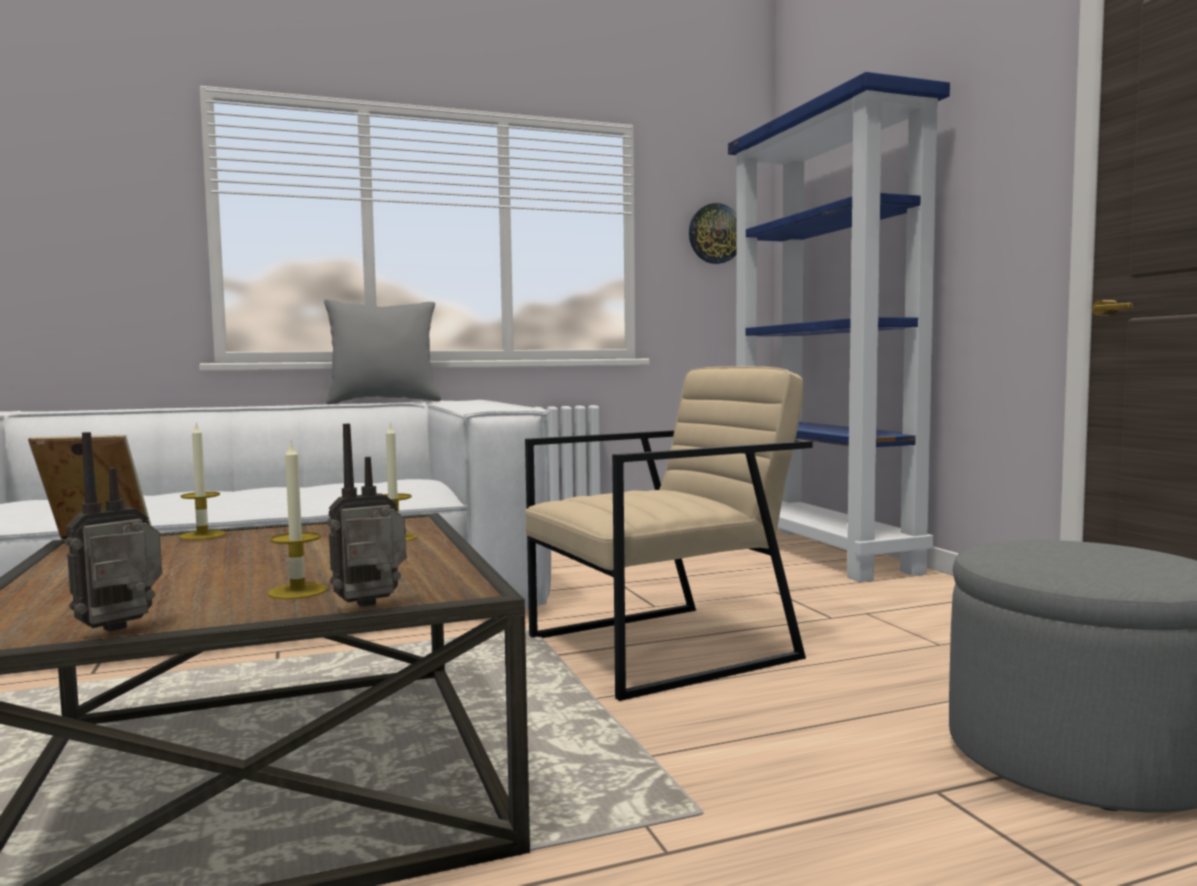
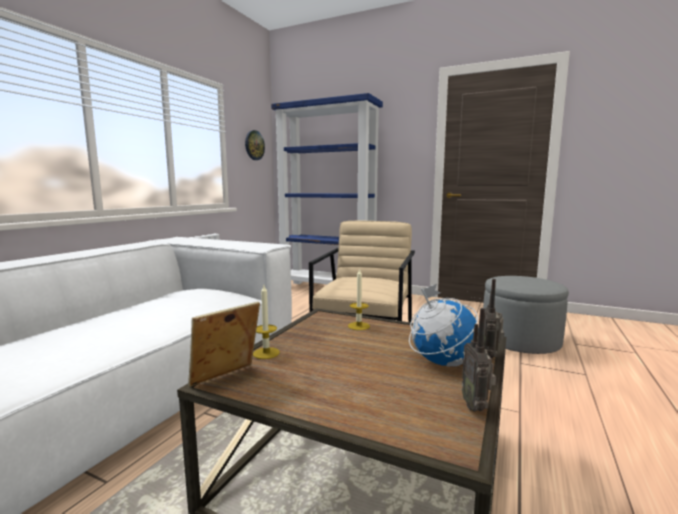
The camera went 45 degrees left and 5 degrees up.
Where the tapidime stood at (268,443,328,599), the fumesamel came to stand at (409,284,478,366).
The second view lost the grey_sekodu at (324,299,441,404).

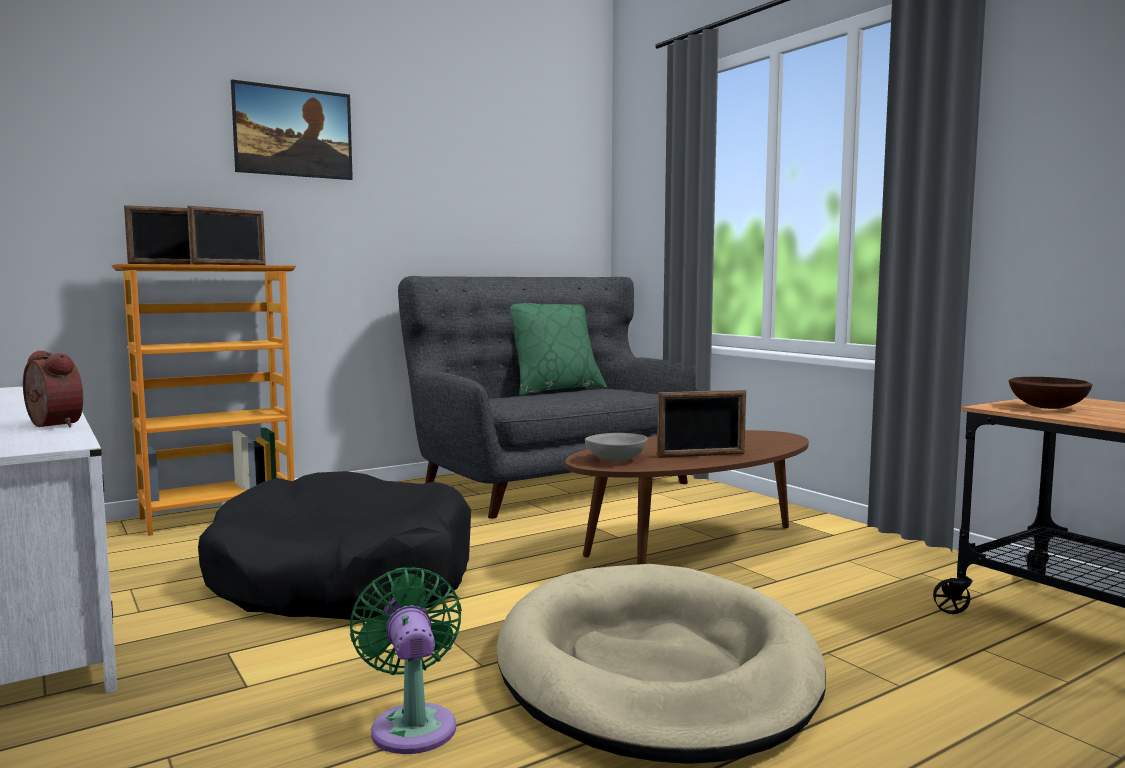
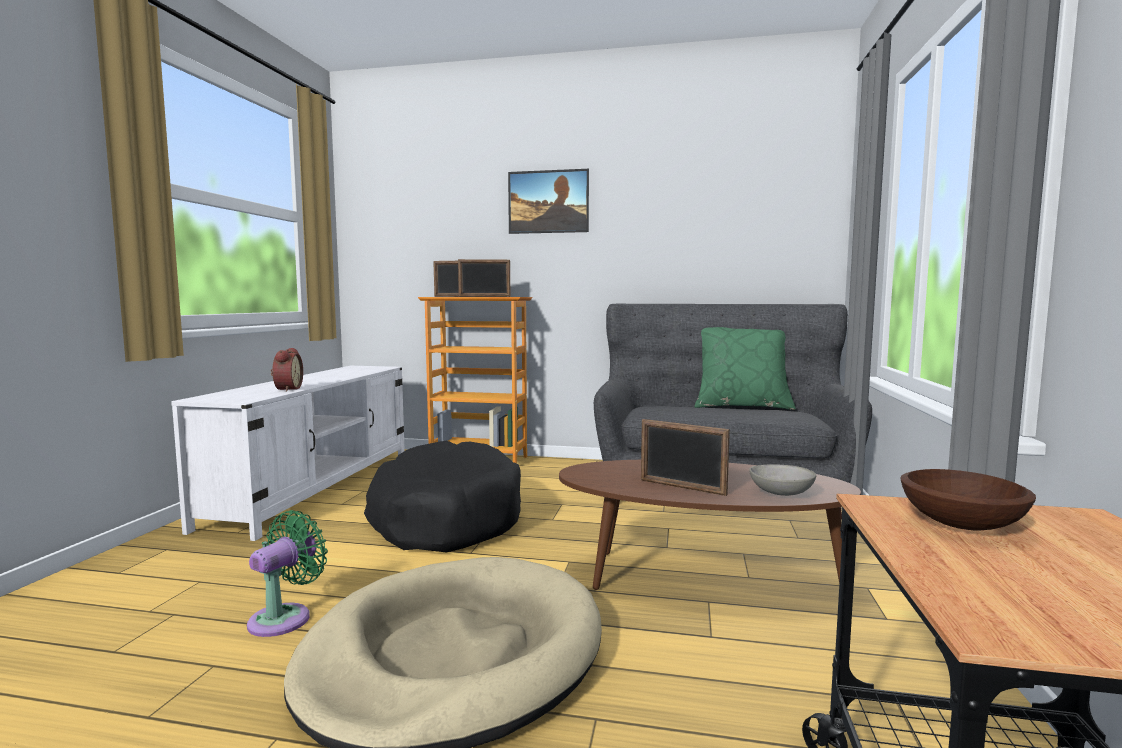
The camera went 45 degrees right and 0 degrees up.
The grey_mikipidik ended up elsewhere, having gone from (585,433,647,461) to (749,464,816,496).

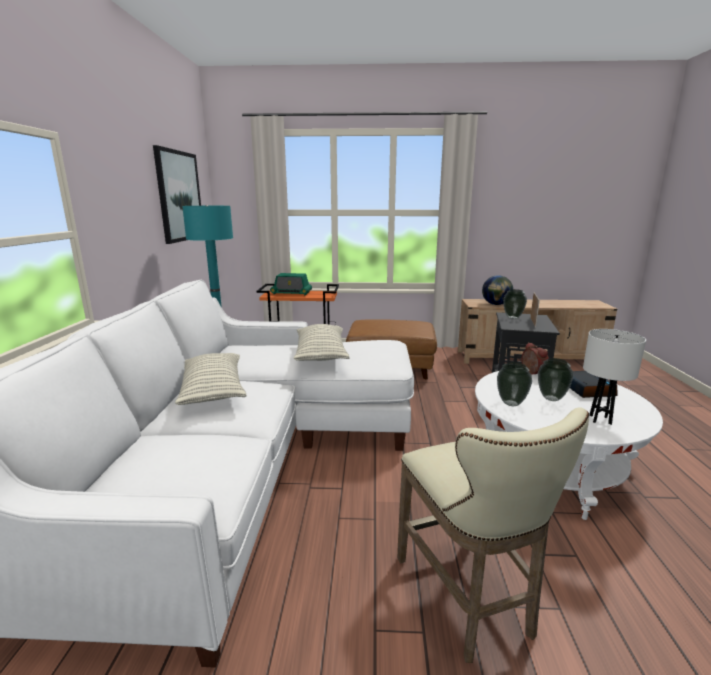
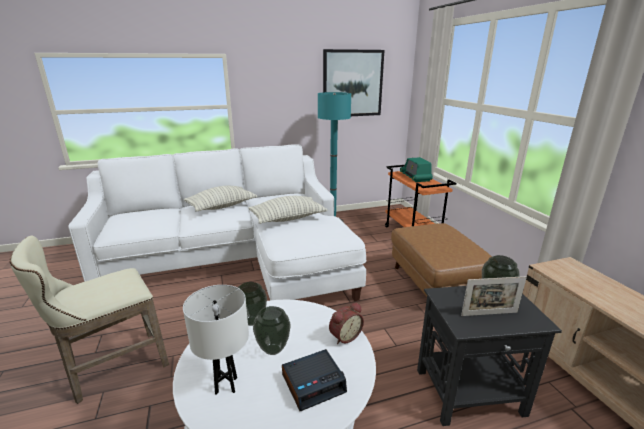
The camera went 70 degrees right and 5 degrees up.
The second view lost the fumesamel at (482,275,513,305).

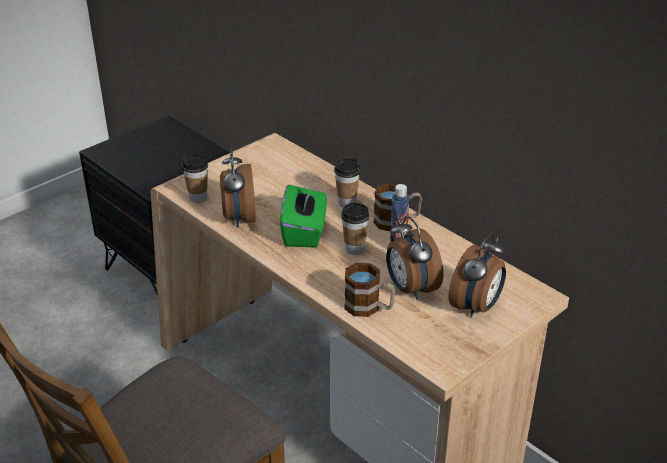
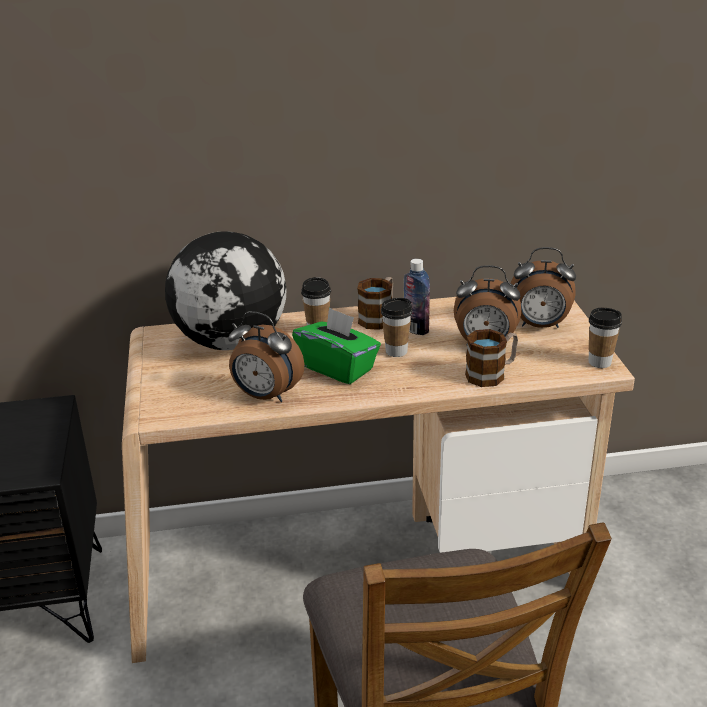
The camera went 55 degrees left and 5 degrees down.
The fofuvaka ended up elsewhere, having gone from (182,154,208,203) to (589,308,622,368).
The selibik at (449,233,506,318) ended up facing another way, 120 degrees clockwise from before.
The second view gained the fumesamel at (165,231,287,350).

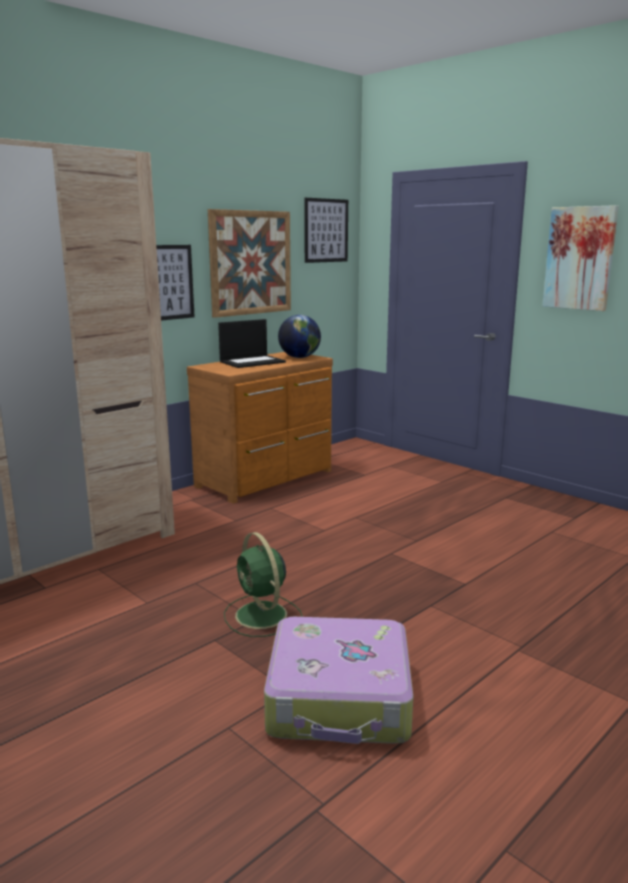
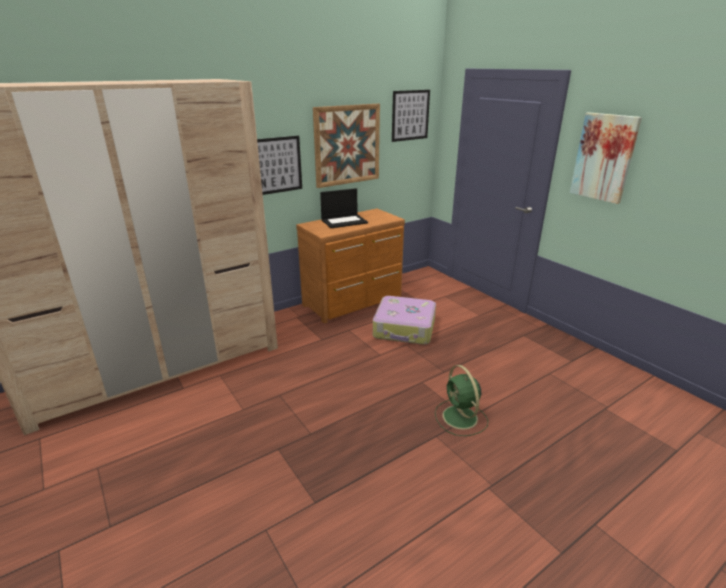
The camera went 10 degrees right and 10 degrees up.
The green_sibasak ended up elsewhere, having gone from (224,532,302,637) to (435,365,488,436).
The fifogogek ended up elsewhere, having gone from (264,617,413,744) to (373,296,436,345).
The second view lost the fumesamel at (278,315,321,358).

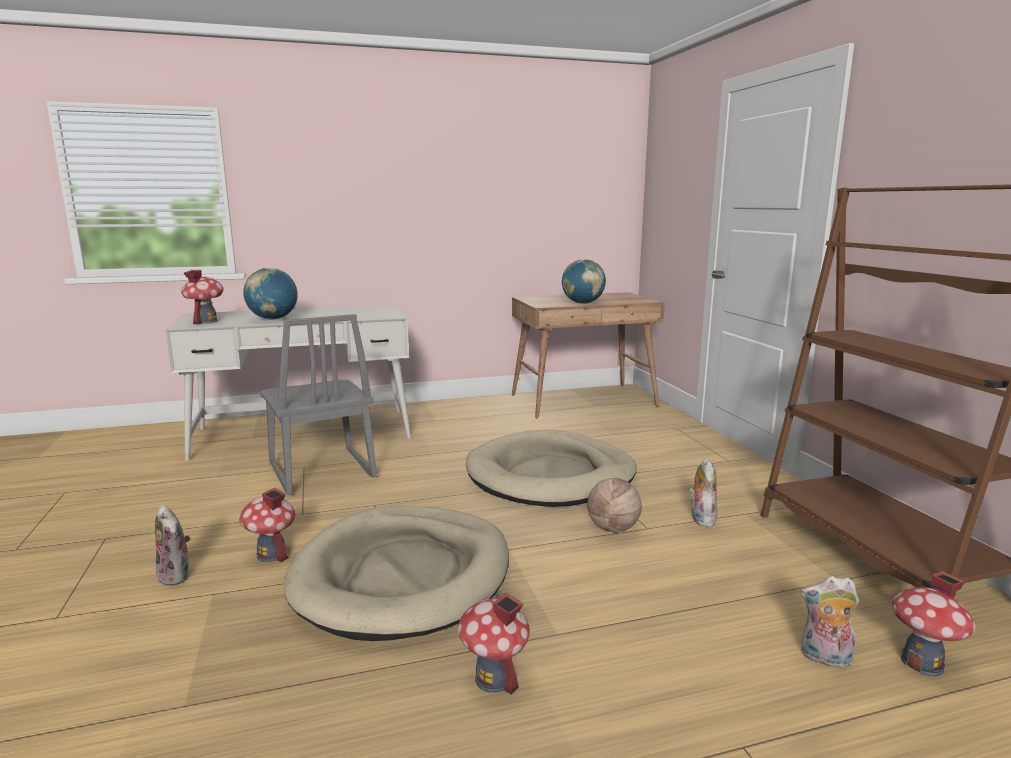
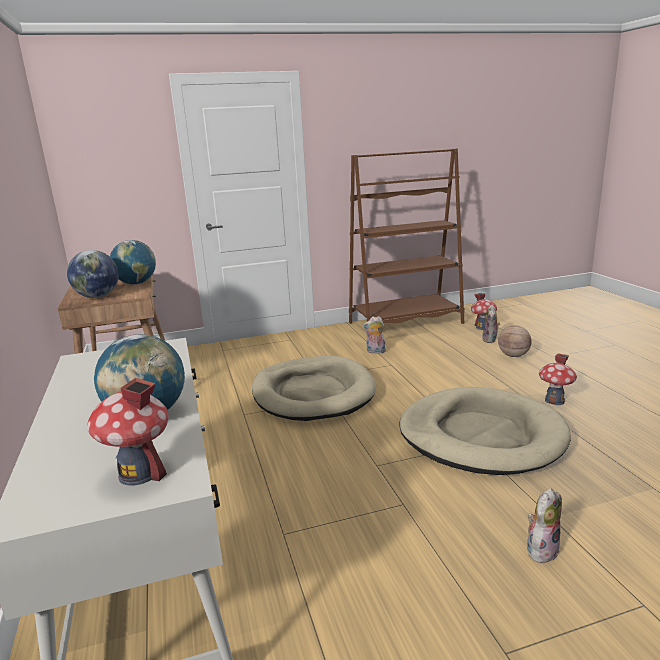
The camera went 90 degrees left and 5 degrees up.
The second view lost the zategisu at (239,488,295,562).
The second view lost the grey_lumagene at (260,314,377,495).
The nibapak ended up elsewhere, having gone from (587,478,642,532) to (498,325,532,357).
The second view gained the fumesamel at (67,250,119,298).

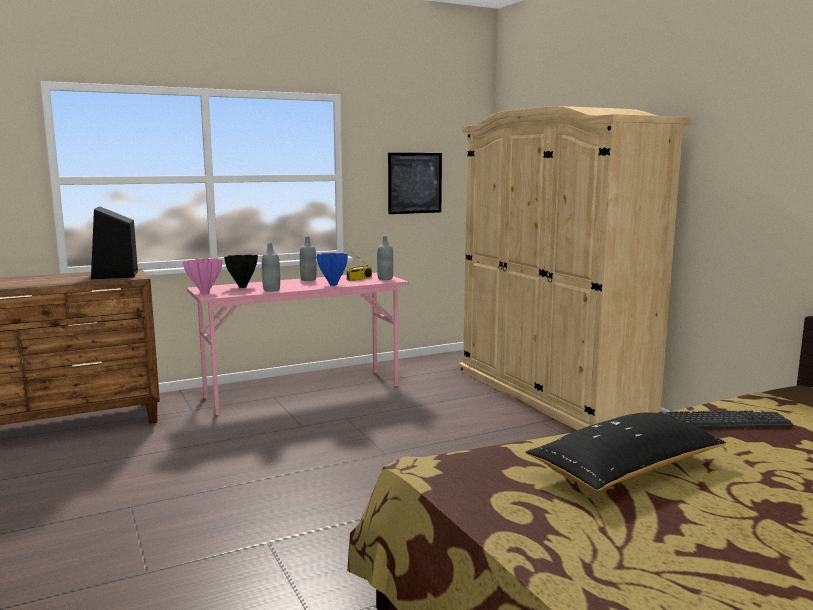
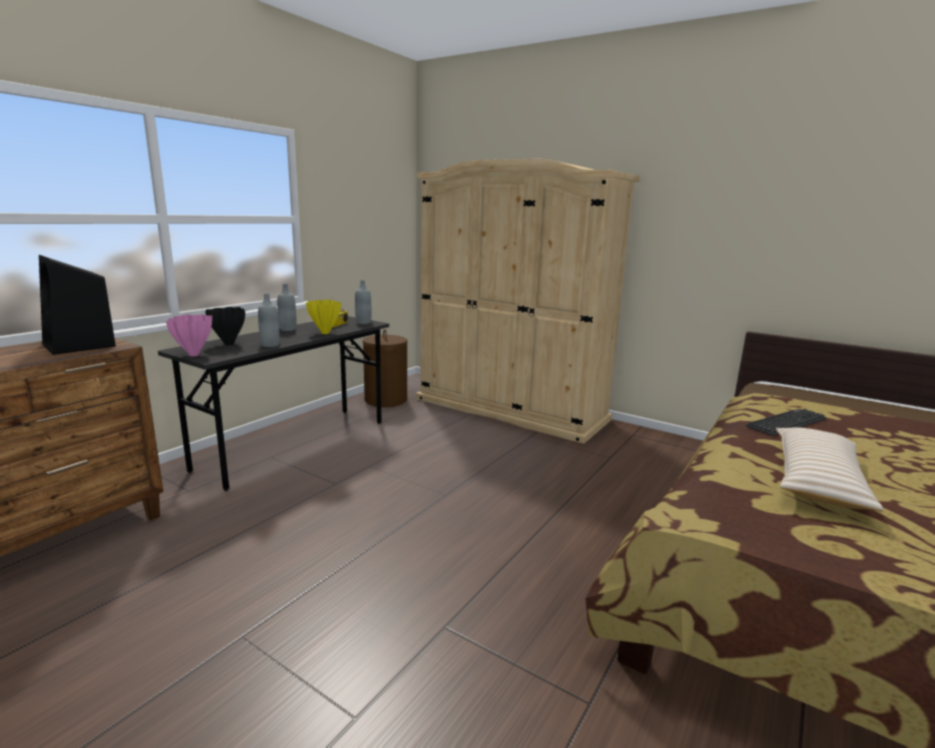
The camera went 30 degrees left and 5 degrees up.
What was the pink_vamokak at (187,273,409,415) turned into the grey_vamokak at (158,316,389,491).
What was the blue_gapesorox at (316,253,348,286) turned into the yellow_gapesorox at (306,300,341,334).
The second view lost the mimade at (388,153,442,214).
What was the black_sekodu at (525,413,726,491) turned into the beige_sekodu at (776,427,884,511).
The second view gained the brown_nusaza at (363,330,408,407).

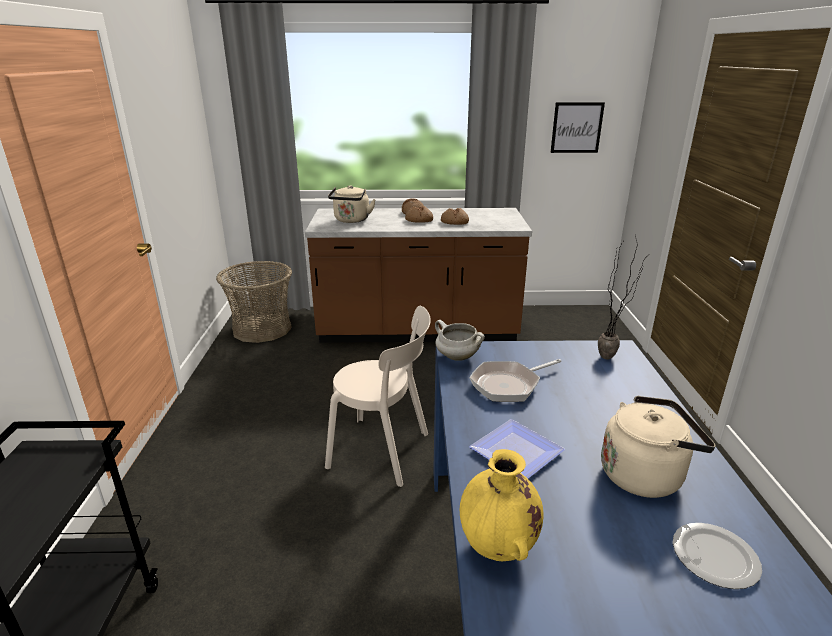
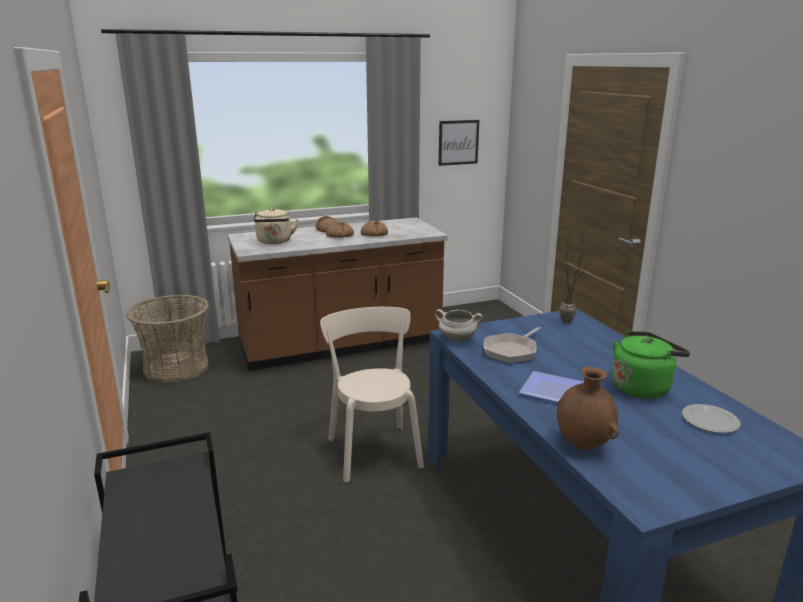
The camera went 20 degrees left and 5 degrees down.
The beige_lumagene at (325,306,431,487) ended up facing another way, 105 degrees counterclockwise from before.
What was the yellow_gapesorox at (460,449,544,561) turned into the brown_gapesorox at (557,367,619,450).
What was the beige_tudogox at (601,396,716,498) turned into the green_tudogox at (611,331,690,399).

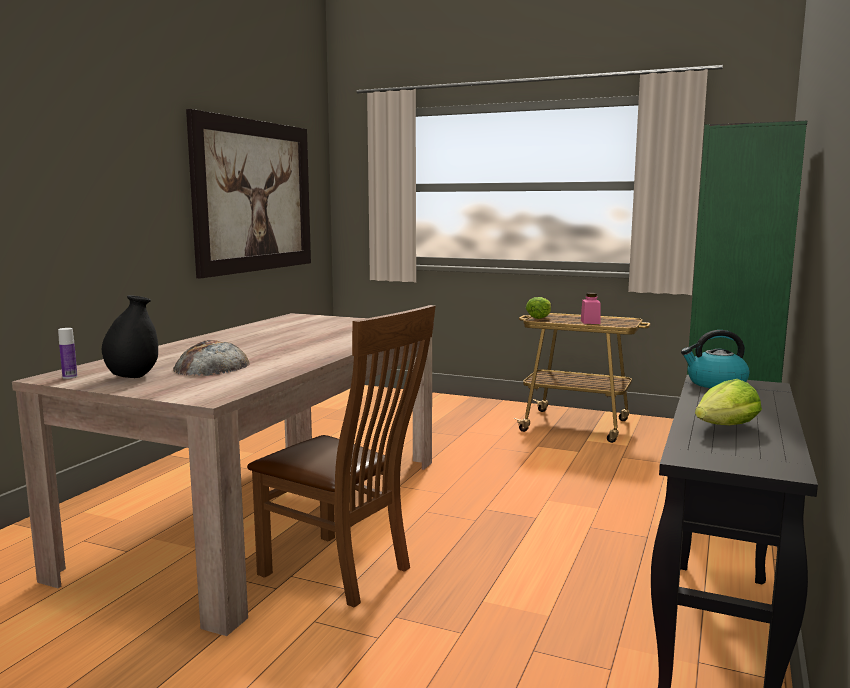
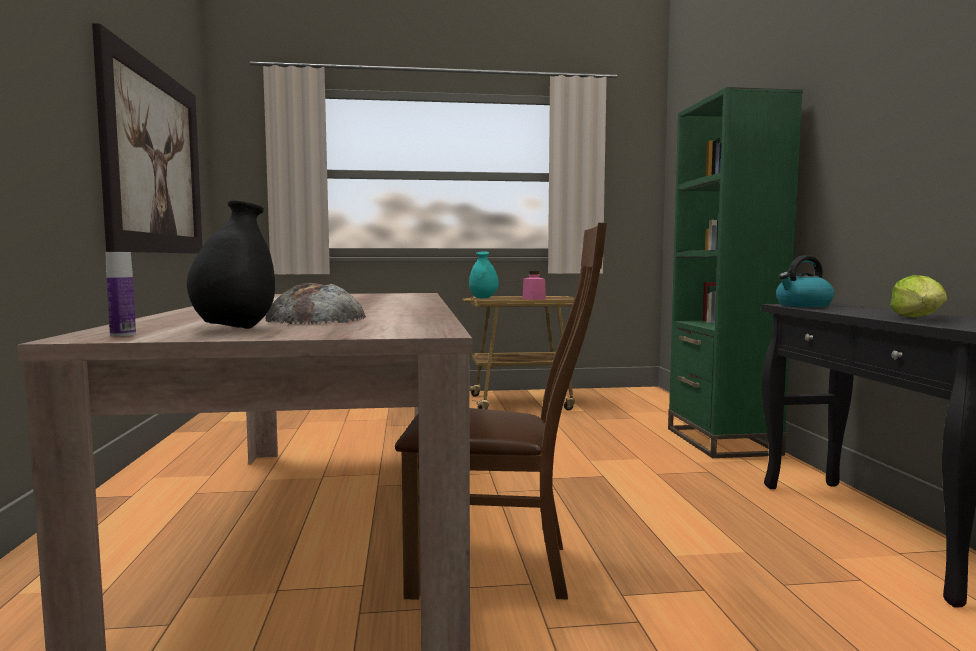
The camera went 30 degrees left and 5 degrees down.
Where the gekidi stood at (526,297,551,319), the turquoise_gapesorox came to stand at (469,251,499,299).

